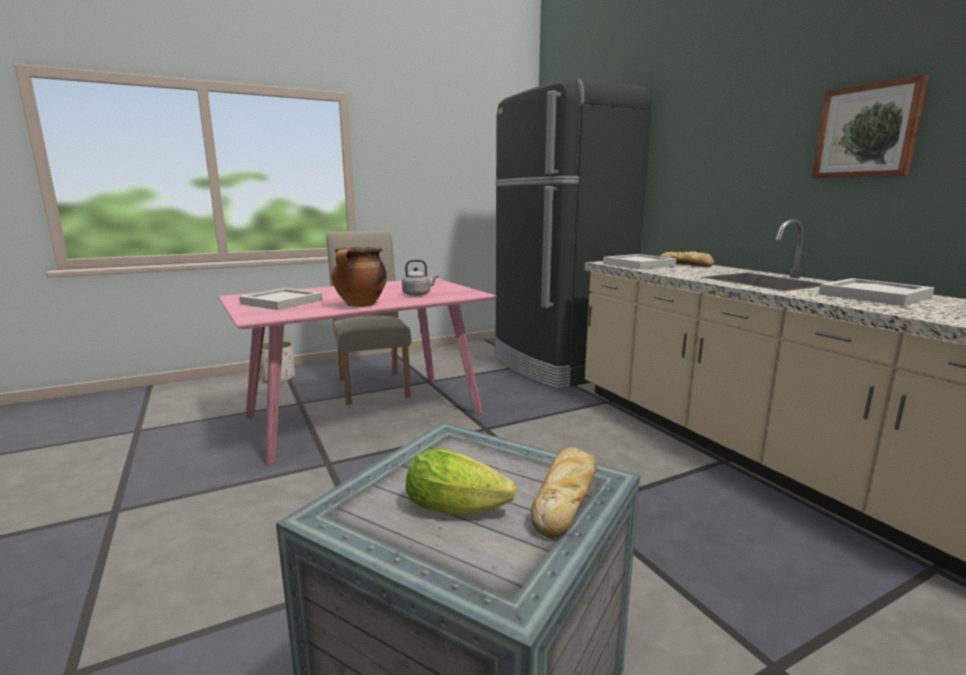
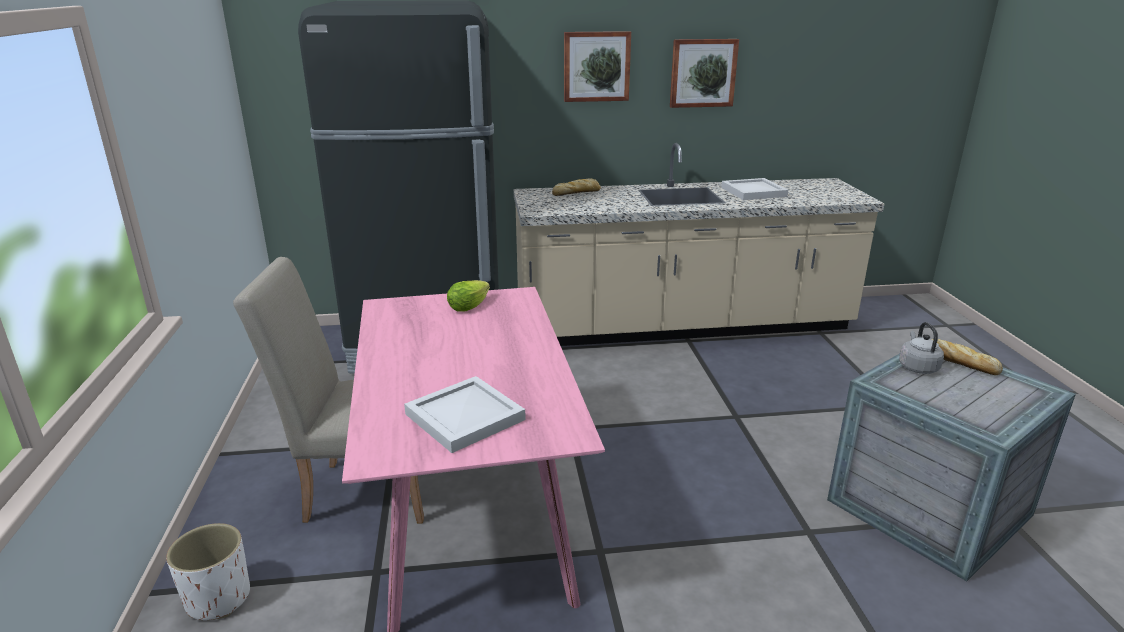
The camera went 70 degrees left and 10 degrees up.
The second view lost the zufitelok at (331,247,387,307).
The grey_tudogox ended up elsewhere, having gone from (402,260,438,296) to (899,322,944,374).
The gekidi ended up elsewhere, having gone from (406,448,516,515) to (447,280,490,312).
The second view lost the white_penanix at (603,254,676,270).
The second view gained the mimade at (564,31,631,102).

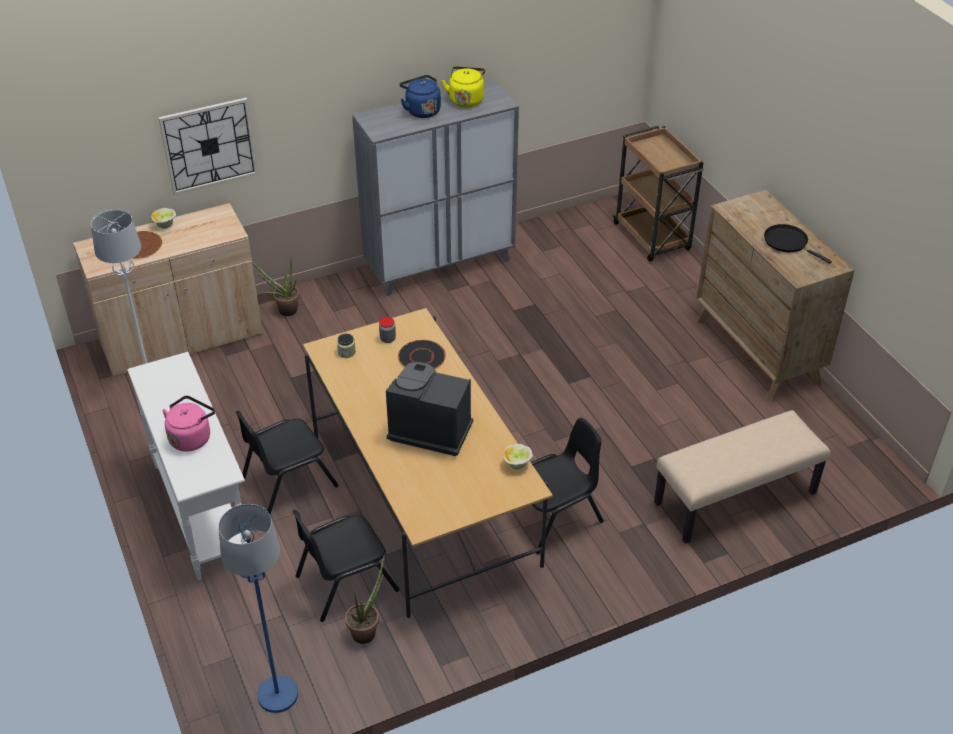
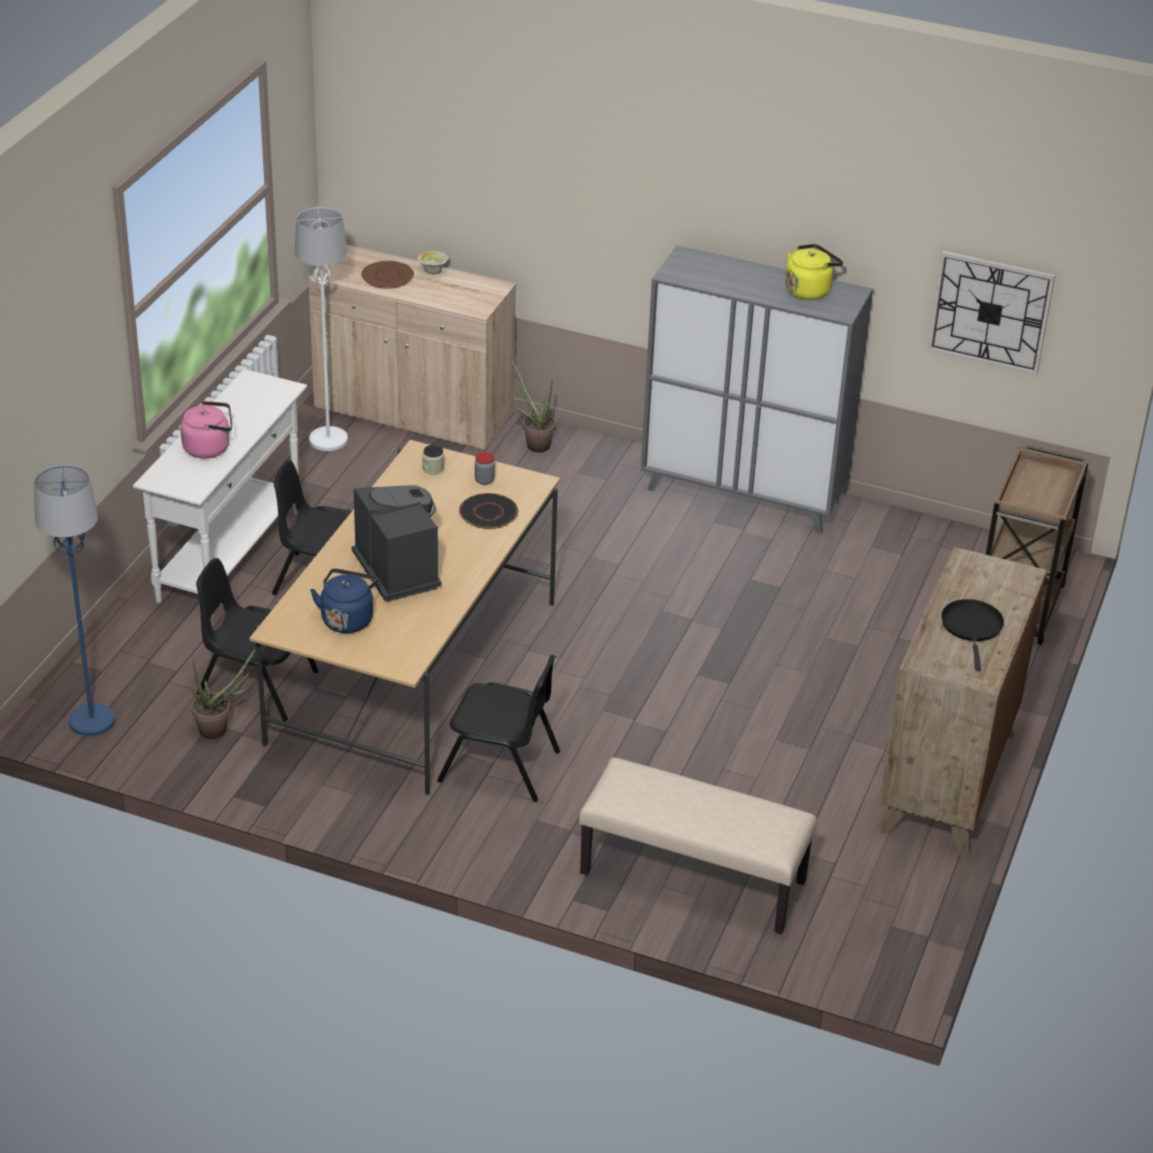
The camera went 45 degrees right and 5 degrees down.
The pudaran ended up elsewhere, having gone from (158,98,258,195) to (927,251,1055,375).
The blue_tudogox ended up elsewhere, having gone from (399,75,441,118) to (310,569,378,633).
The second view lost the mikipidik at (503,444,533,470).

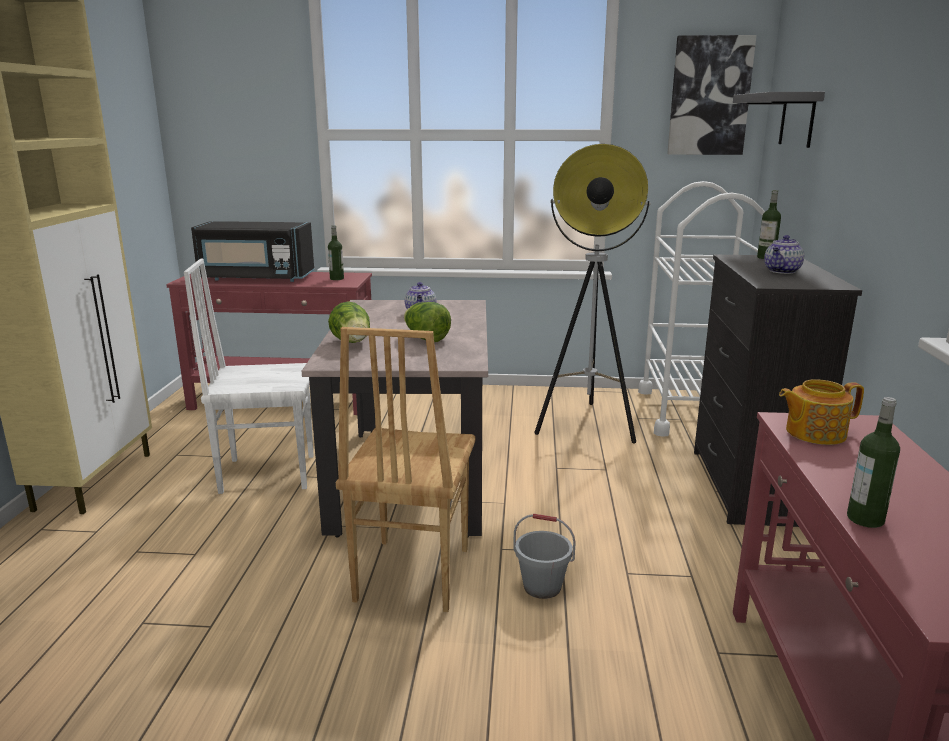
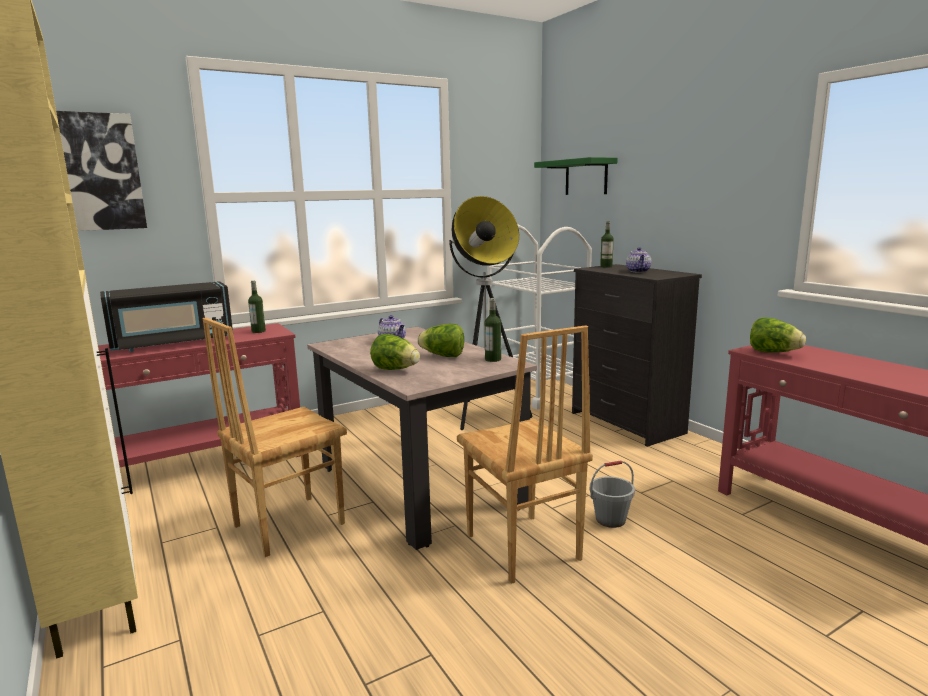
The camera went 35 degrees left and 5 degrees down.
What was the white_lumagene at (184,258,314,494) turned into the brown_lumagene at (203,317,347,557).
The mimade ended up elsewhere, having gone from (667,35,757,155) to (56,111,147,231).
What was the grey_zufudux at (733,92,825,148) turned into the green_zufudux at (534,157,618,195).
Where the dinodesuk stood at (779,379,864,445), the gekidi came to stand at (750,317,806,353).
The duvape ended up elsewhere, having gone from (847,397,900,528) to (485,298,501,362).

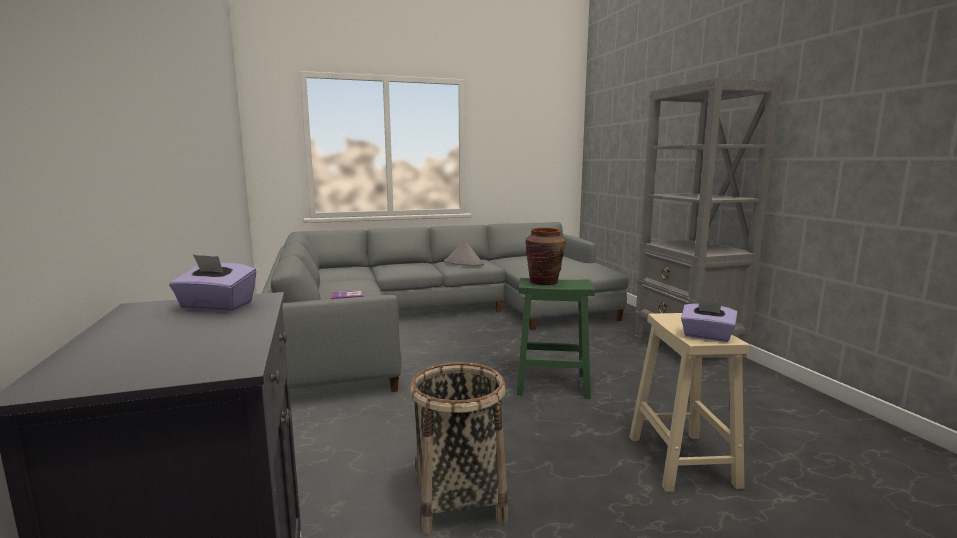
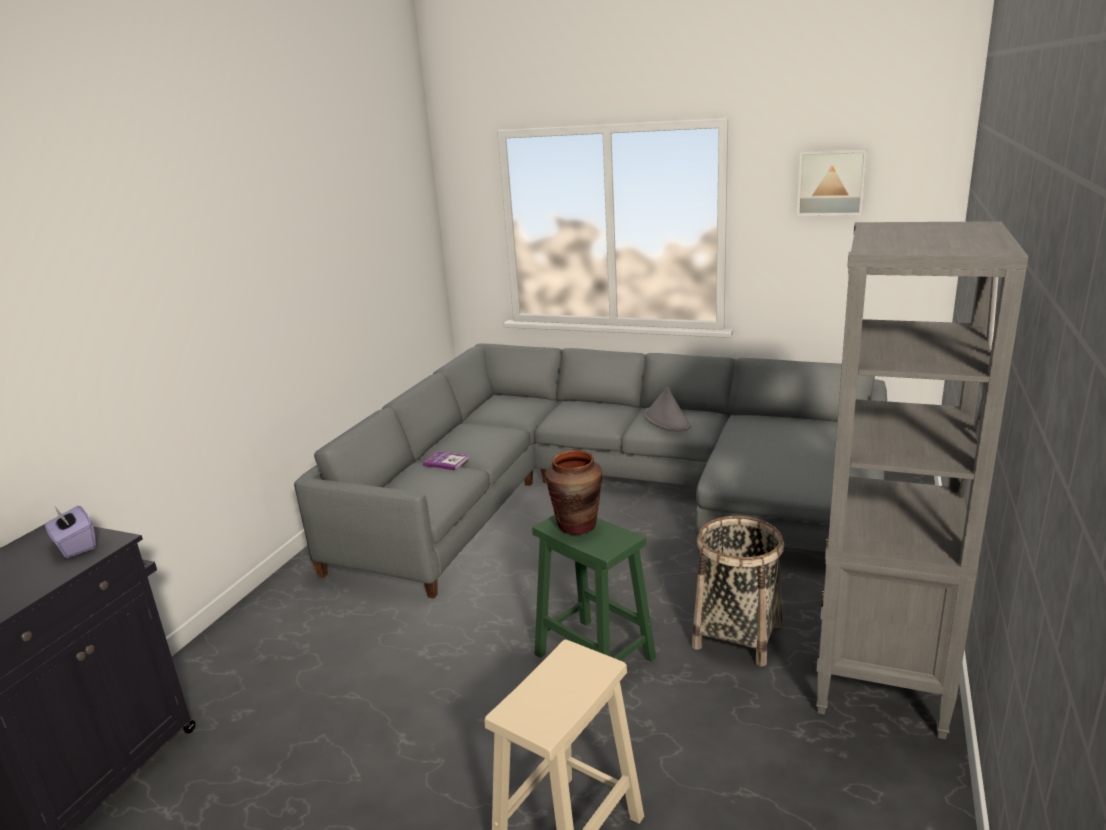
The camera went 40 degrees right and 10 degrees up.
The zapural ended up elsewhere, having gone from (410,362,508,535) to (692,516,784,666).
The second view lost the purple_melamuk at (681,299,737,342).
The second view gained the mimade at (797,149,867,216).

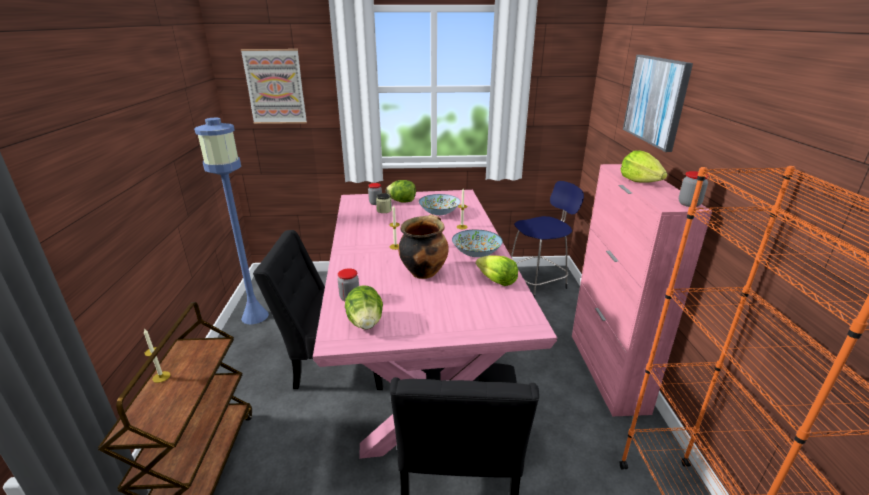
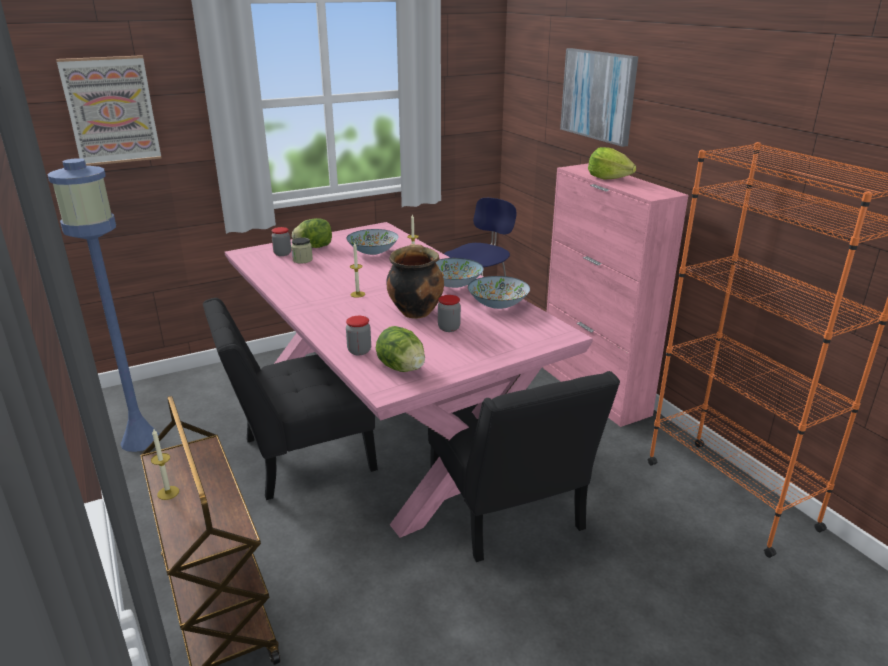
The camera went 25 degrees left and 0 degrees up.
Where the gekidi stood at (476,255,518,286), the mikipidik came to stand at (468,276,530,309).
The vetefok ended up elsewhere, having gone from (679,171,709,207) to (438,295,461,332).

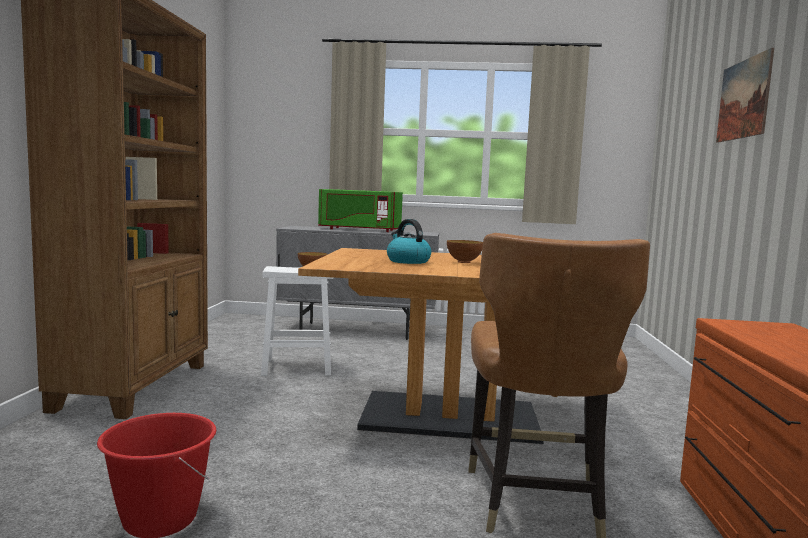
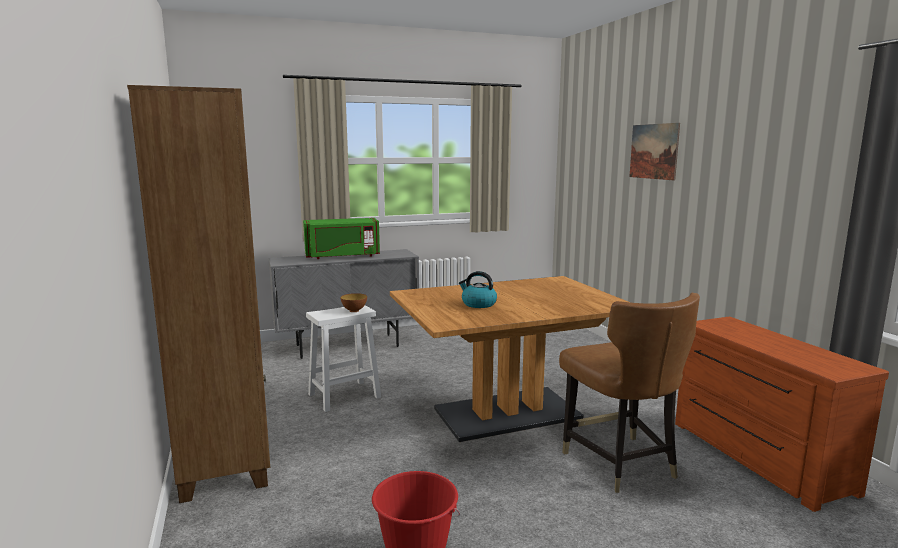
The camera went 25 degrees left and 5 degrees up.
The second view lost the mikipidik at (447,240,483,263).

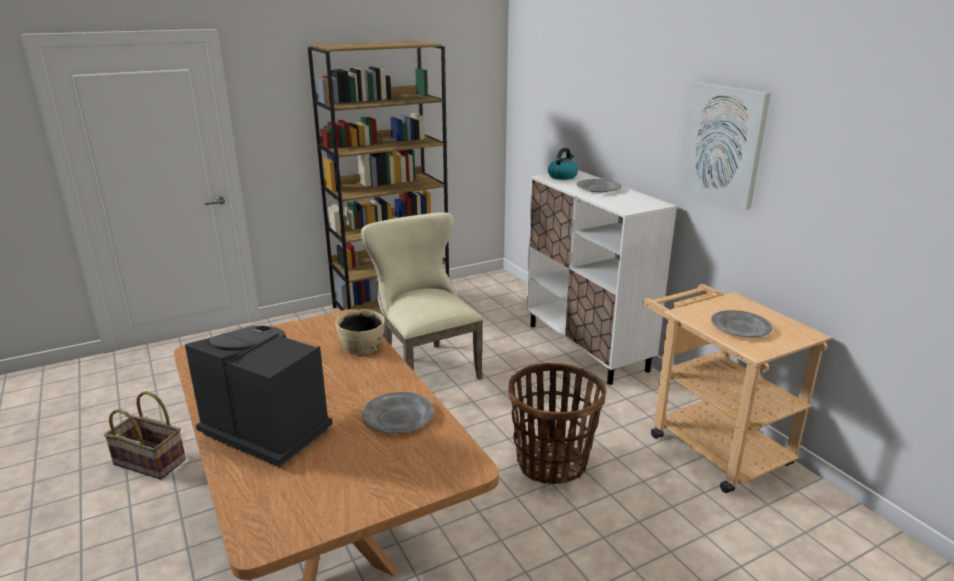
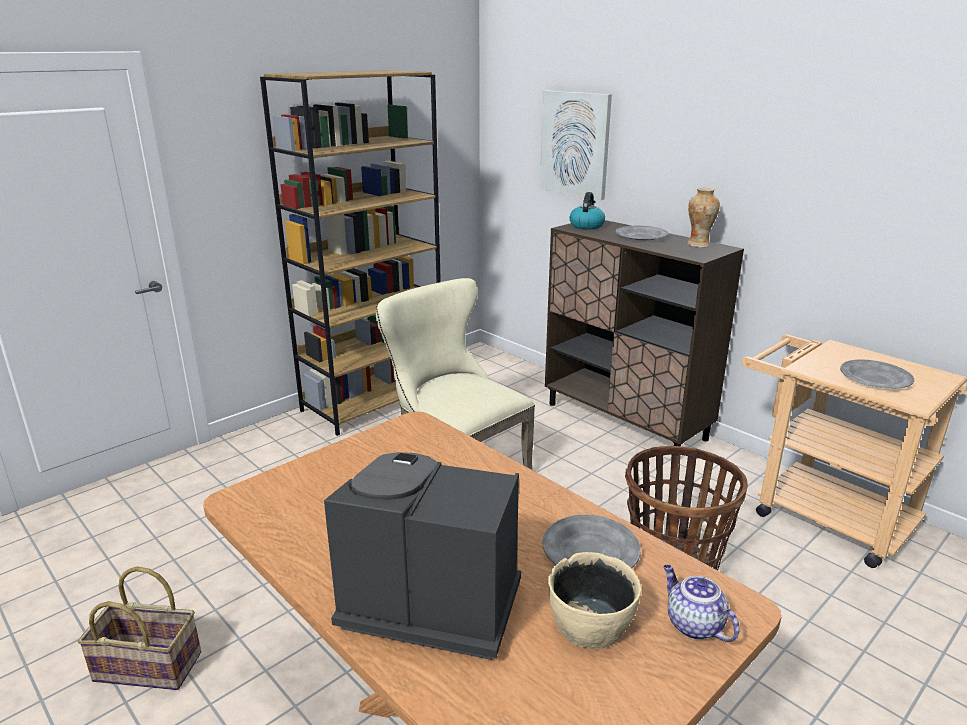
The camera went 15 degrees left and 0 degrees up.
The beige_mikipidik ended up elsewhere, having gone from (335,309,385,355) to (548,552,641,649).
What was the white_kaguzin at (527,170,677,385) turned into the brown_kaguzin at (545,220,744,446).
The mimade ended up elsewhere, having gone from (679,82,771,210) to (540,90,612,200).
The second view gained the dinodesuk at (663,565,740,642).
The second view gained the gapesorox at (687,187,720,248).

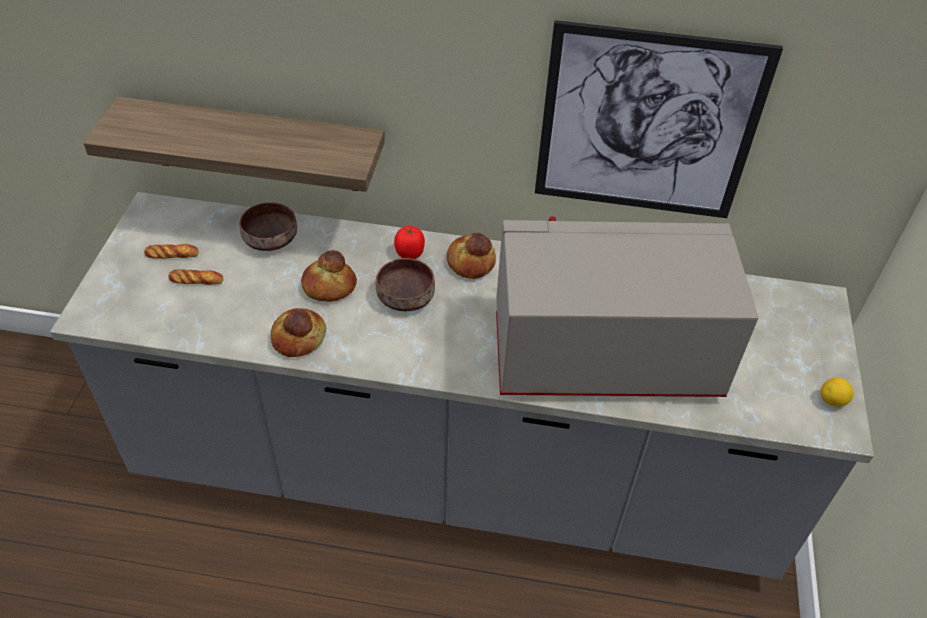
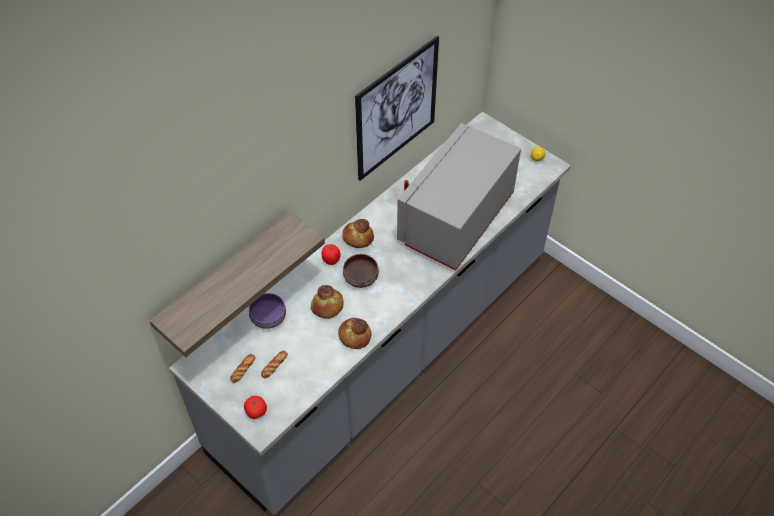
The camera went 55 degrees left and 5 degrees up.
What was the brown_mikipidik at (239,202,297,251) turned into the purple_mikipidik at (249,293,286,329).
The second view gained the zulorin at (244,396,267,419).

